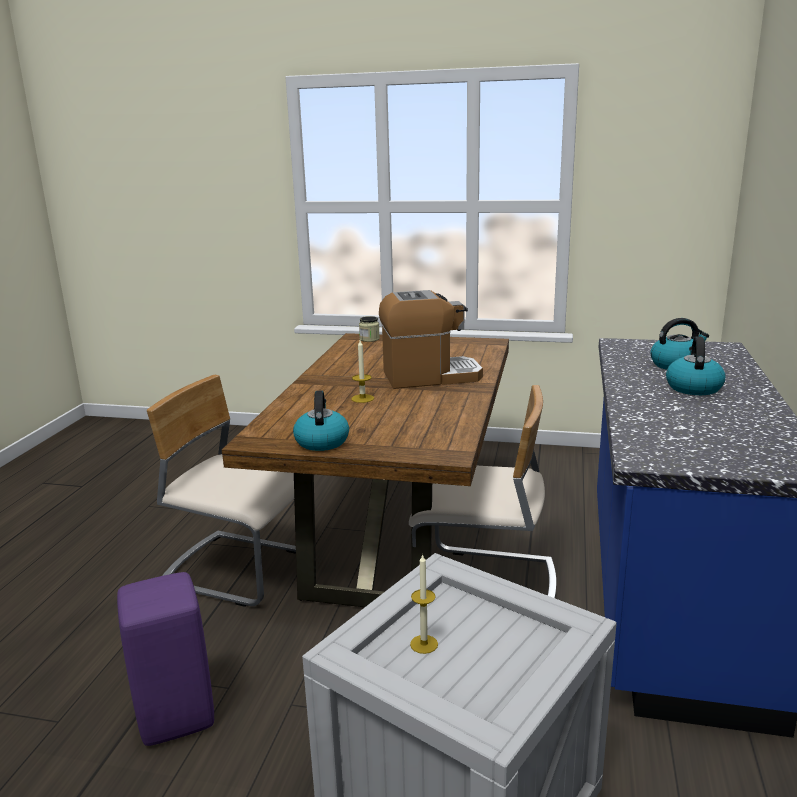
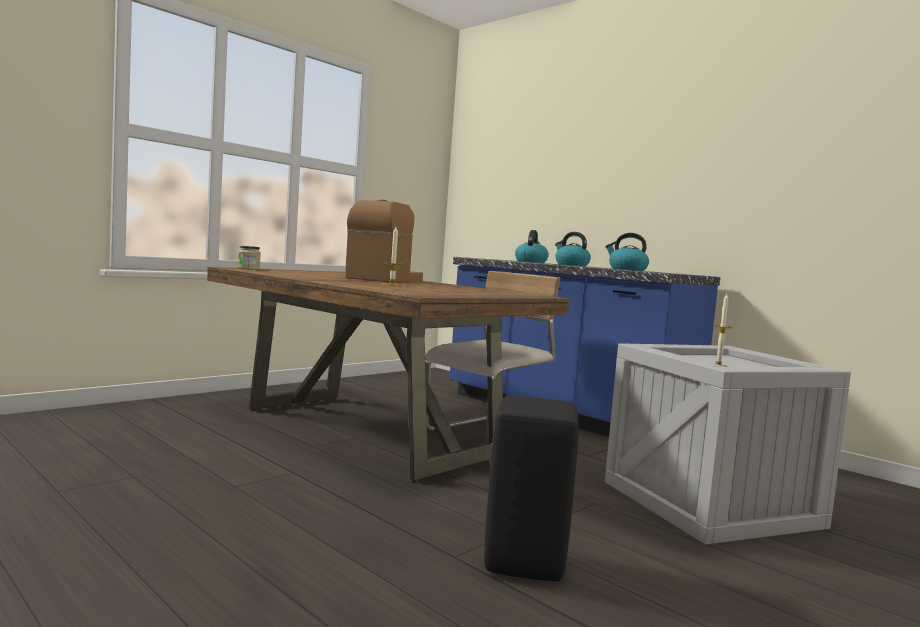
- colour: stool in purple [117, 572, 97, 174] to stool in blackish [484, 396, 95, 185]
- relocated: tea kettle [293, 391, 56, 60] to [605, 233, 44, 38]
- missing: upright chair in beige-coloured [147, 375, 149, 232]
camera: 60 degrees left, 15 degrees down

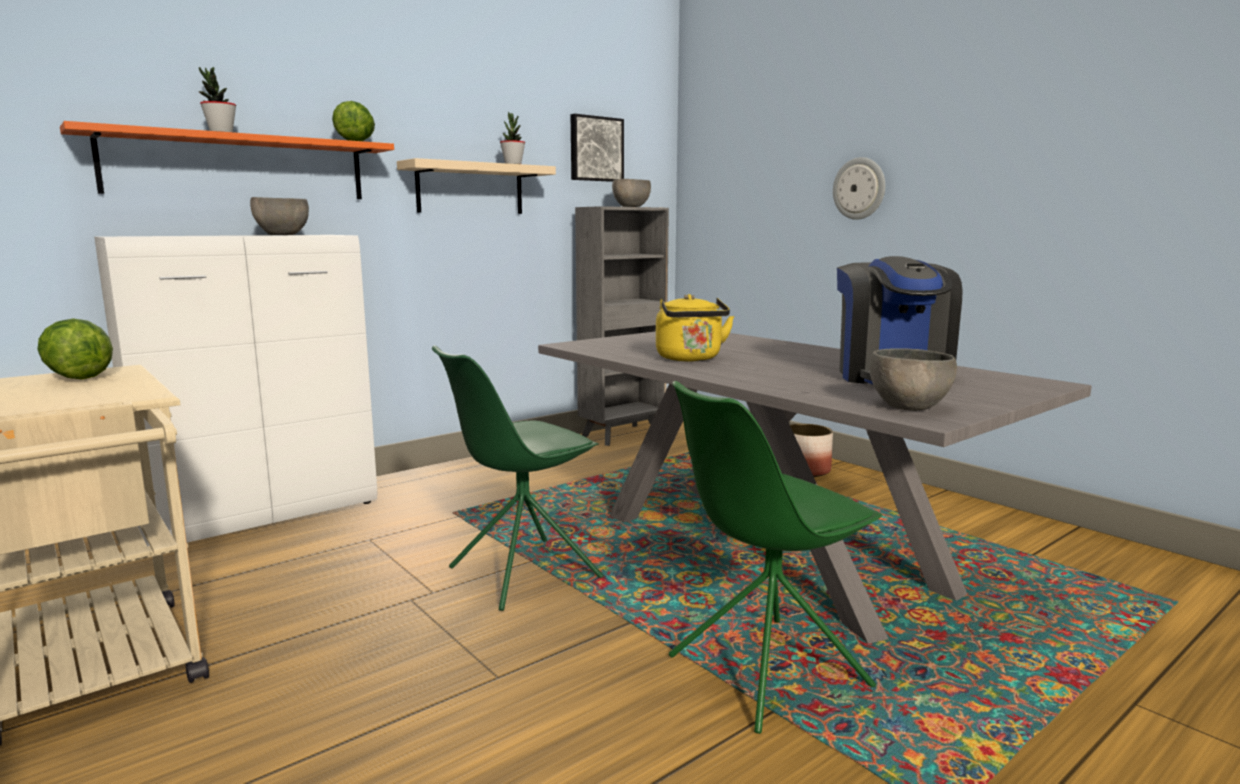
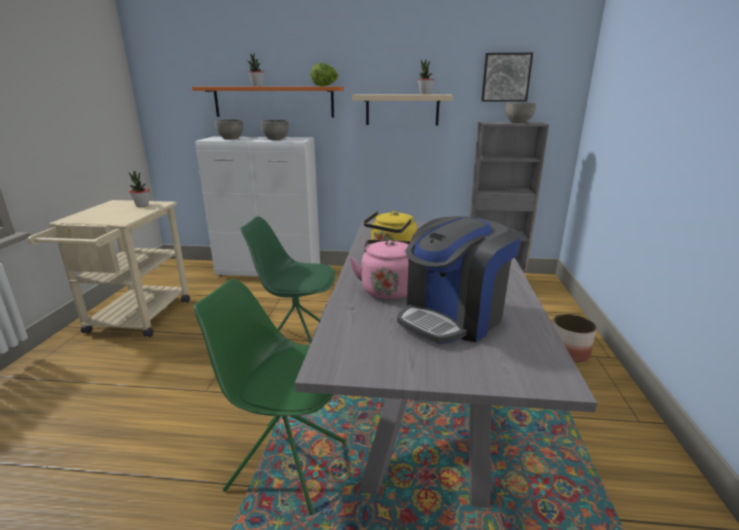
- exchanged: lettuce [37, 318, 76, 62] to plant in a pot [128, 171, 21, 36]
- relocated: serving bowl in grey [870, 349, 87, 62] to [215, 120, 28, 19]
- appeared: tea kettle in pink [349, 240, 62, 60]
- missing: hanging clock [833, 157, 52, 63]
camera: 45 degrees right, 10 degrees up

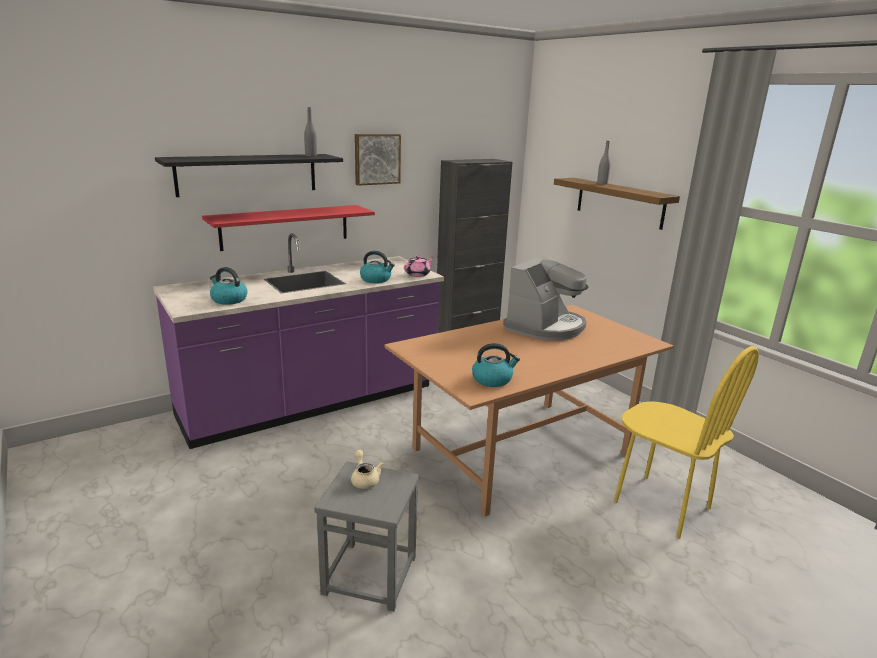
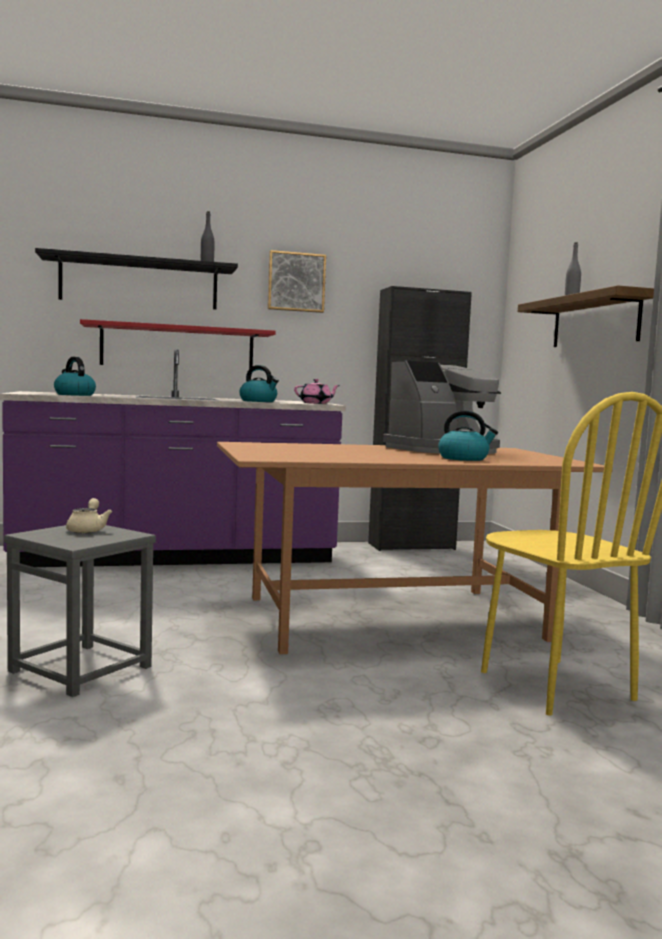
- relocated: tea kettle [472, 343, 48, 44] to [438, 410, 60, 51]
camera: 20 degrees right, 15 degrees down

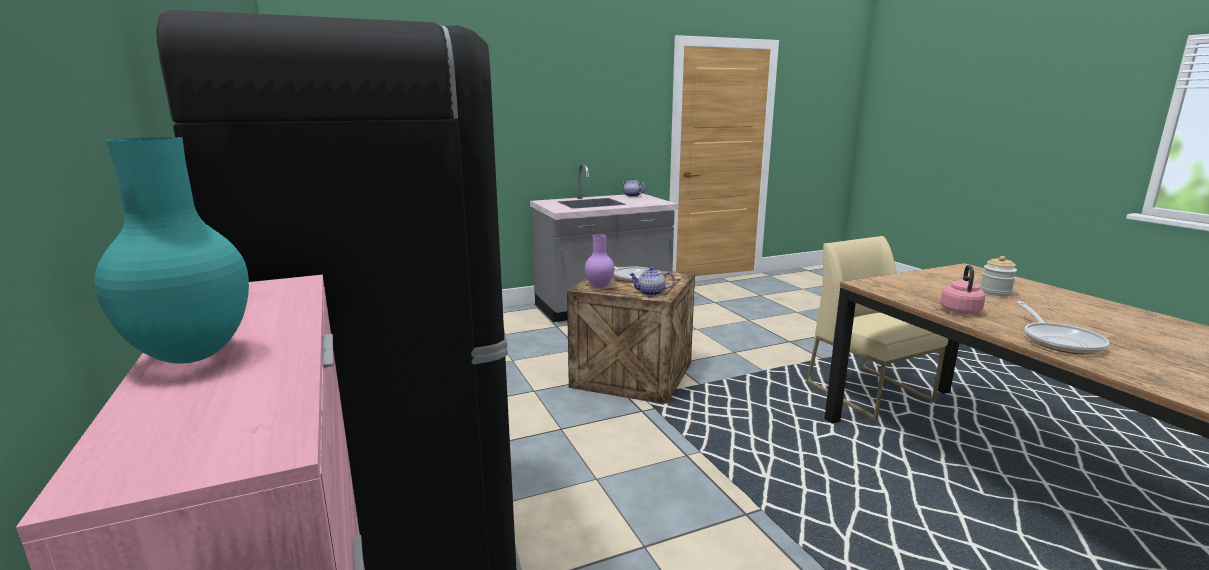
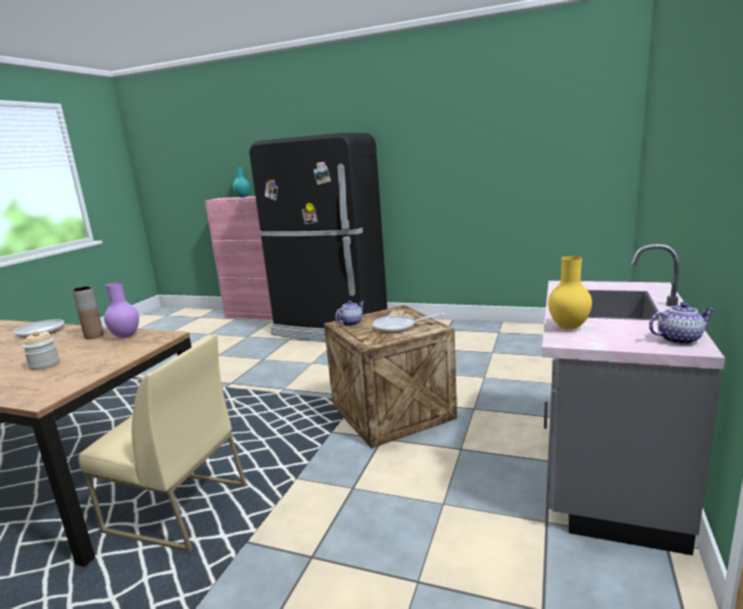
- exchanged: tea kettle in pink [940, 265, 45, 49] to decorative vase in brown [72, 286, 32, 53]
- relocated: decorative vase in purple [585, 234, 30, 54] to [104, 282, 35, 56]
- appeared: decorative vase in yellow [548, 256, 44, 74]
camera: 135 degrees right, 0 degrees up

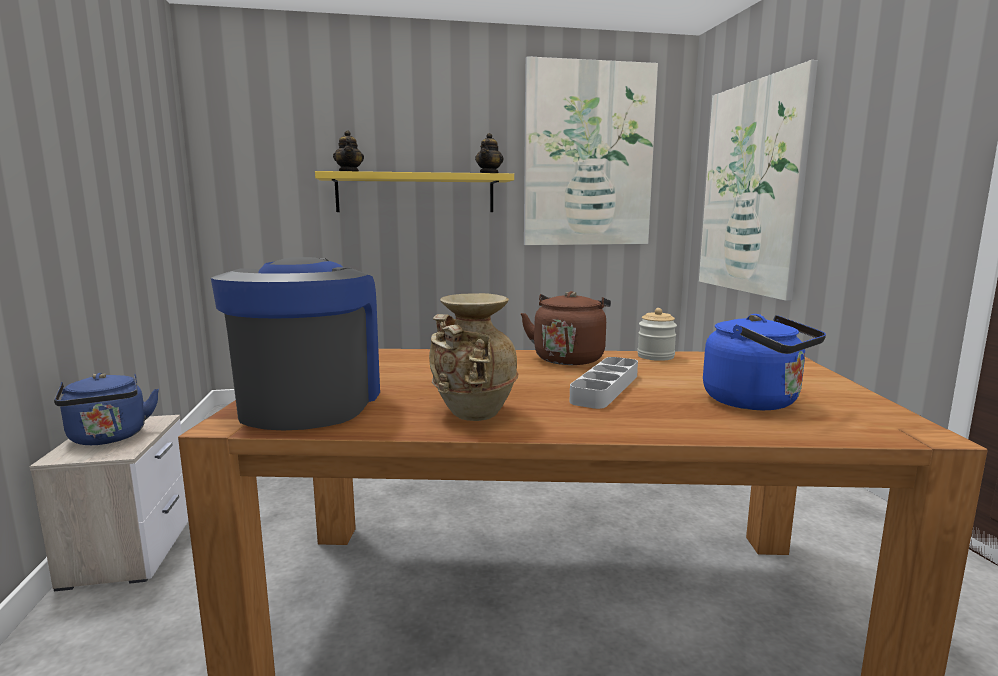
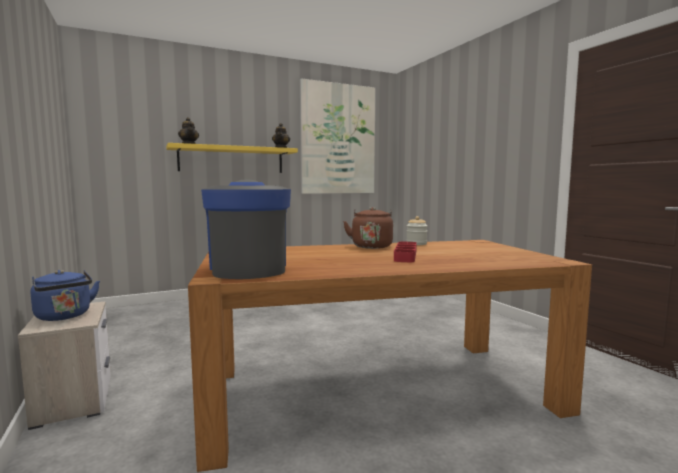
- colour: tray in grey [570, 357, 68, 52] to tray in reddish [394, 242, 23, 20]
- missing: decorative vase in beige-coloured [429, 293, 89, 128]
- missing: wall art [699, 60, 119, 241]
- missing: tea kettle in blue-coloured [703, 314, 123, 96]
camera: 15 degrees left, 5 degrees down

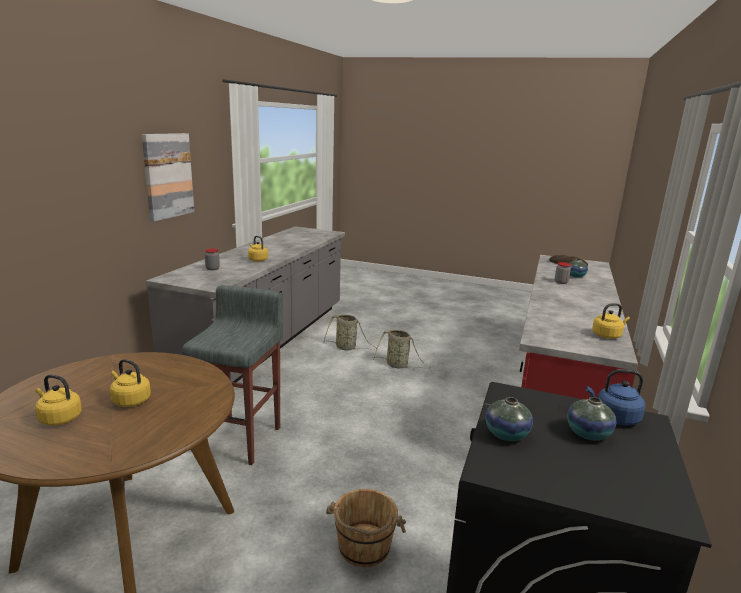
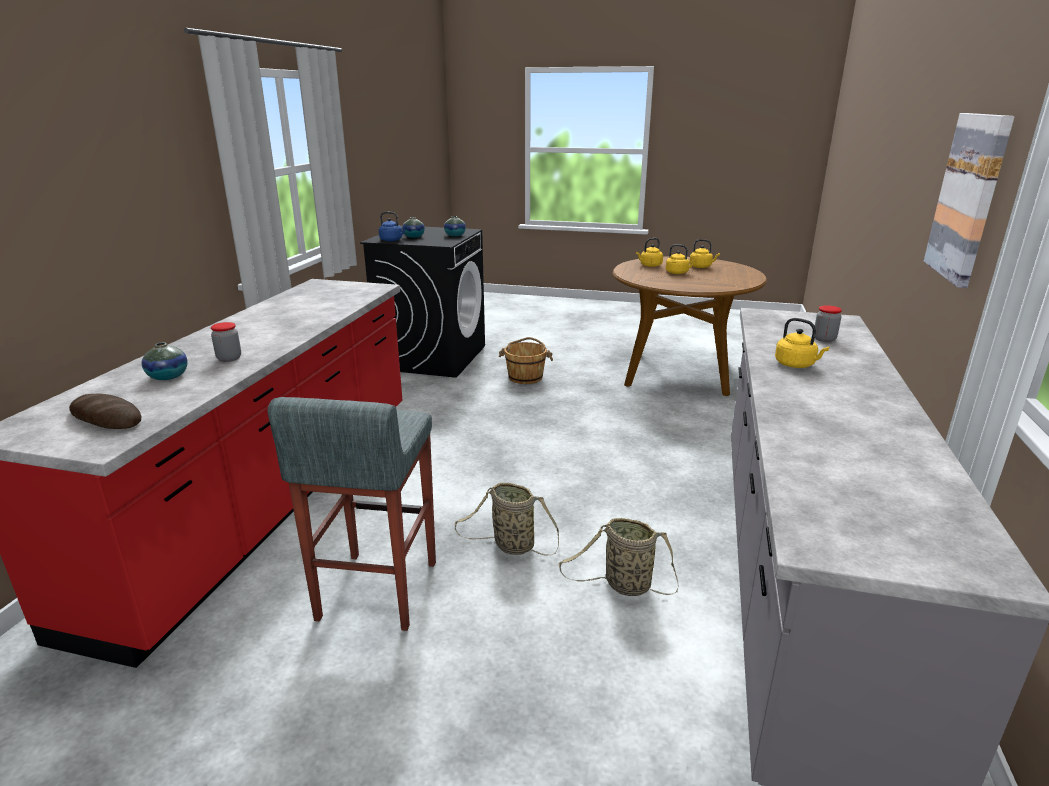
- relocated: stool in grey [182, 285, 101, 180] to [268, 397, 168, 234]
- relocated: tea kettle in yellow [592, 303, 38, 36] to [636, 238, 27, 29]
camera: 175 degrees right, 5 degrees up

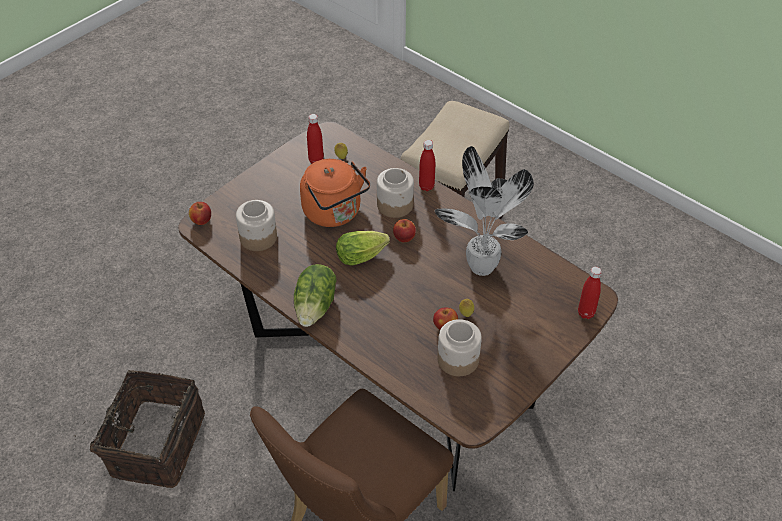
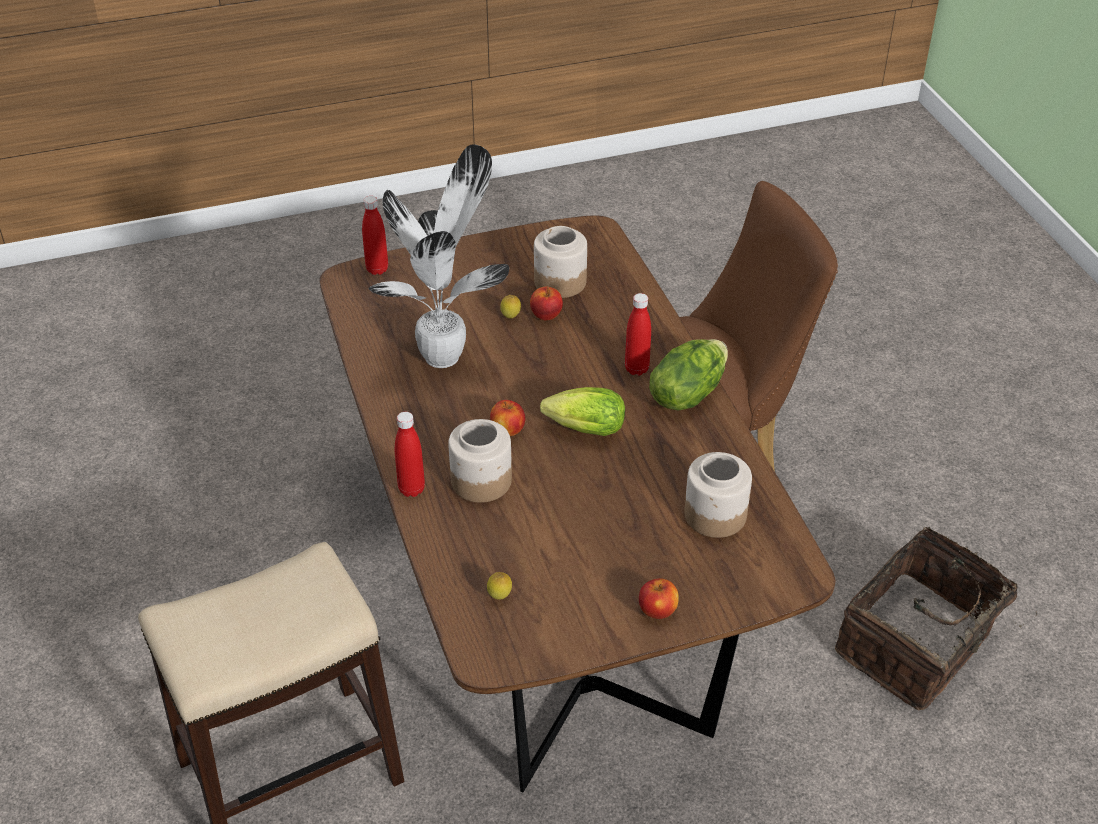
- relocated: bottle in reddish [307, 114, 17, 50] to [625, 293, 26, 83]
- relocated: apple [189, 202, 22, 23] to [639, 578, 40, 41]
- missing: tea kettle in orange [300, 159, 70, 68]
camera: 150 degrees left, 5 degrees down

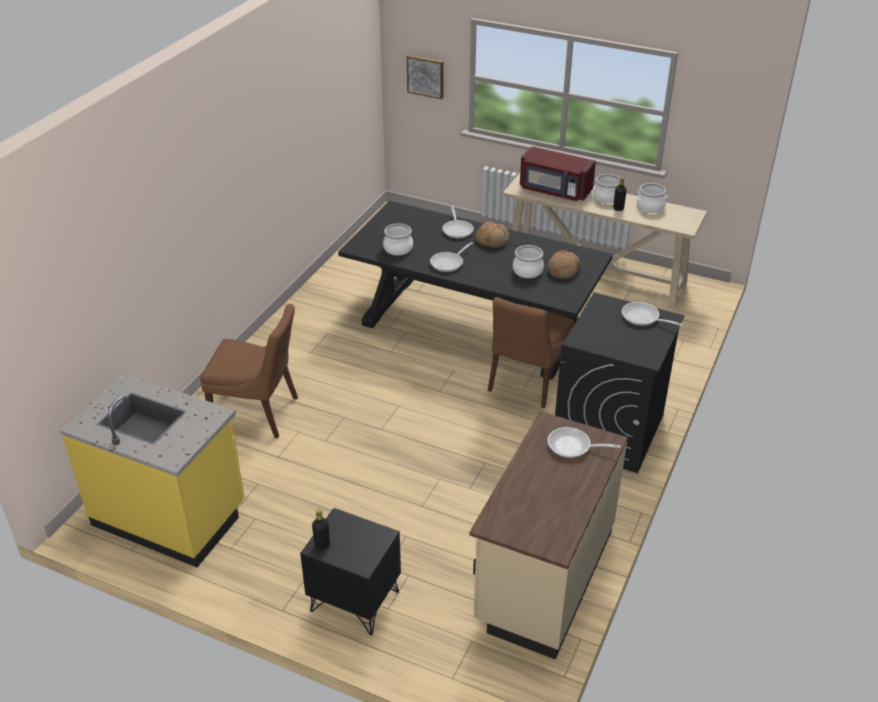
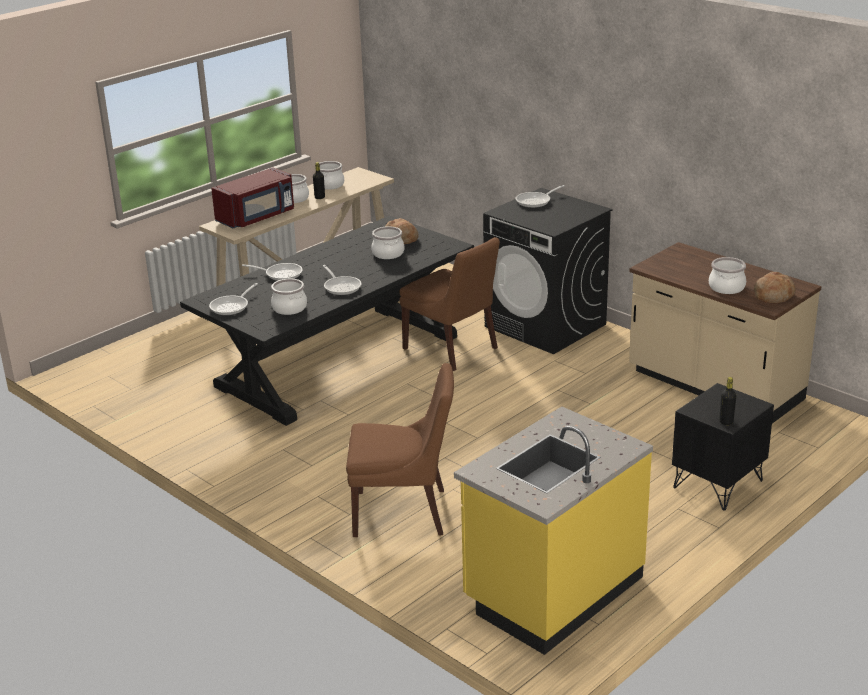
- relocated: pan [548, 427, 72, 31] to [209, 283, 49, 32]
- spun: upright chair in brown [200, 304, 98, 134] = [346, 363, 108, 174] 60 degrees clockwise
- appeared: stockpot [709, 257, 37, 37]
- relocated: bakery bread [475, 221, 35, 27] to [754, 272, 42, 32]
- missing: wall art [407, 55, 37, 44]
camera: 70 degrees left, 10 degrees down

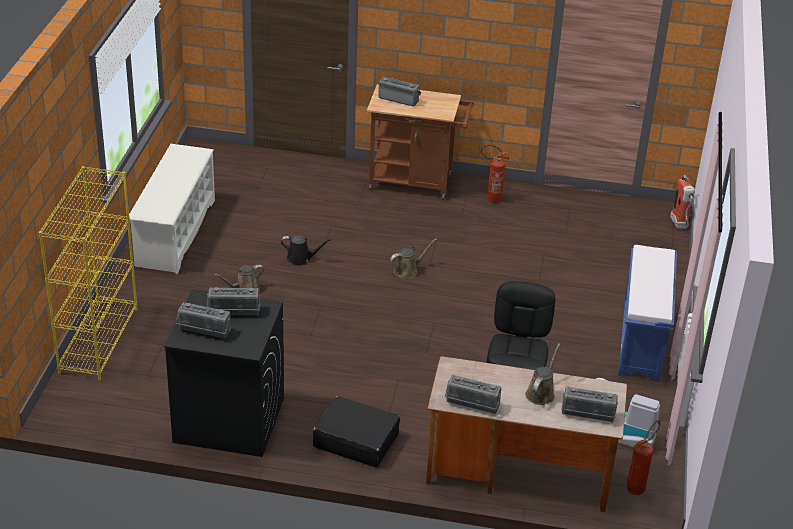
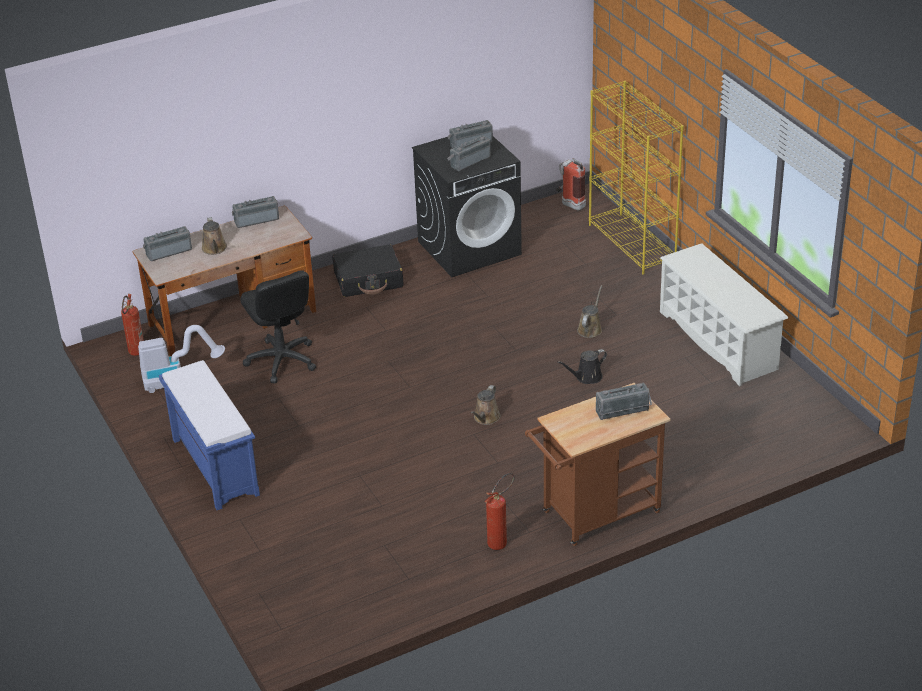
- relocated: fire extinguisher [670, 175, 25, 54] to [556, 158, 30, 53]
camera: 145 degrees right, 0 degrees up

